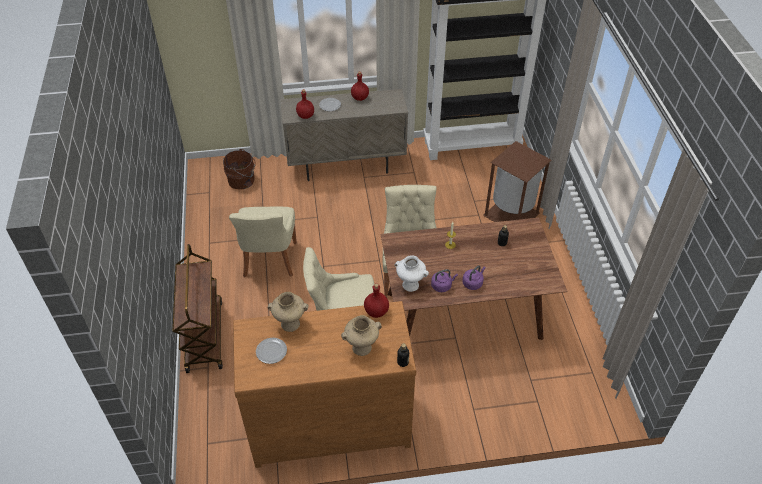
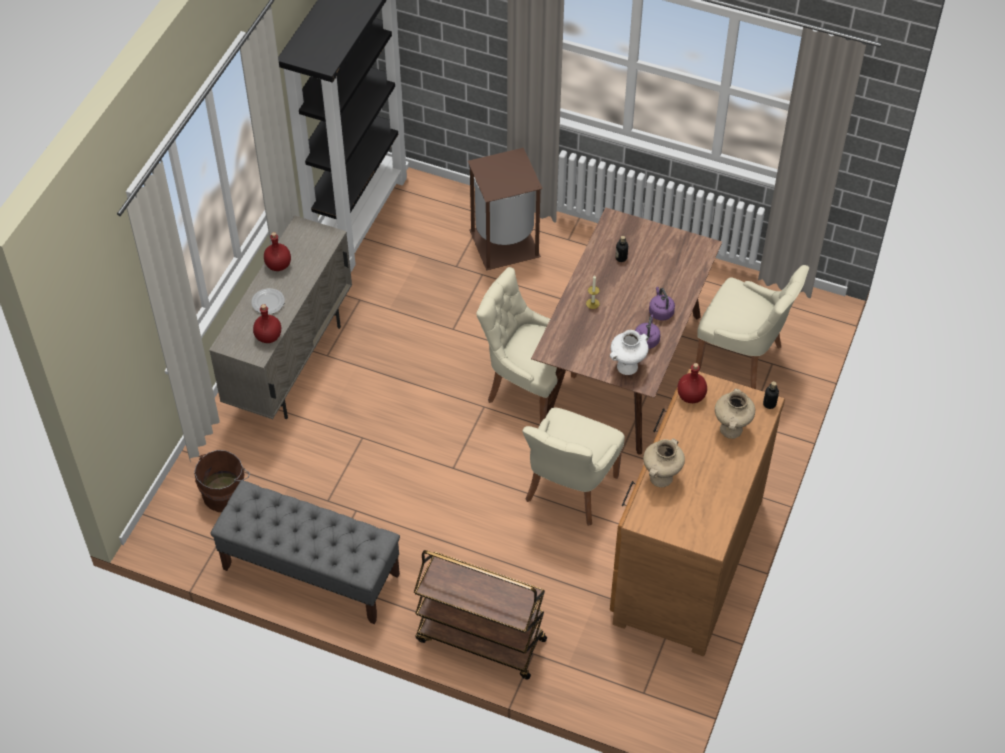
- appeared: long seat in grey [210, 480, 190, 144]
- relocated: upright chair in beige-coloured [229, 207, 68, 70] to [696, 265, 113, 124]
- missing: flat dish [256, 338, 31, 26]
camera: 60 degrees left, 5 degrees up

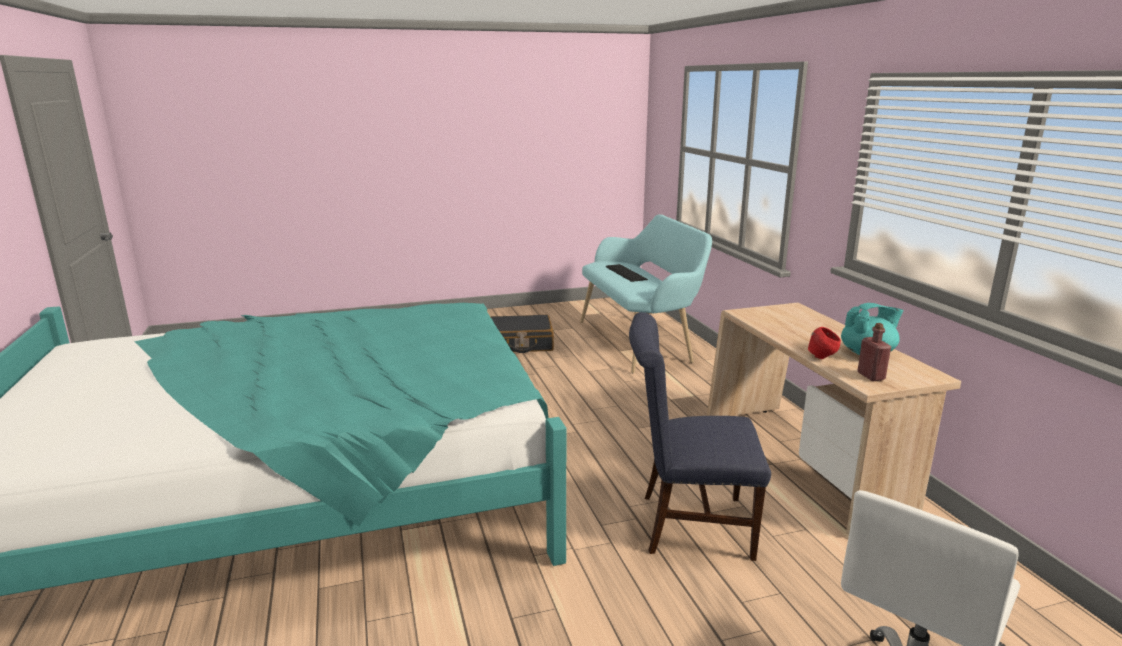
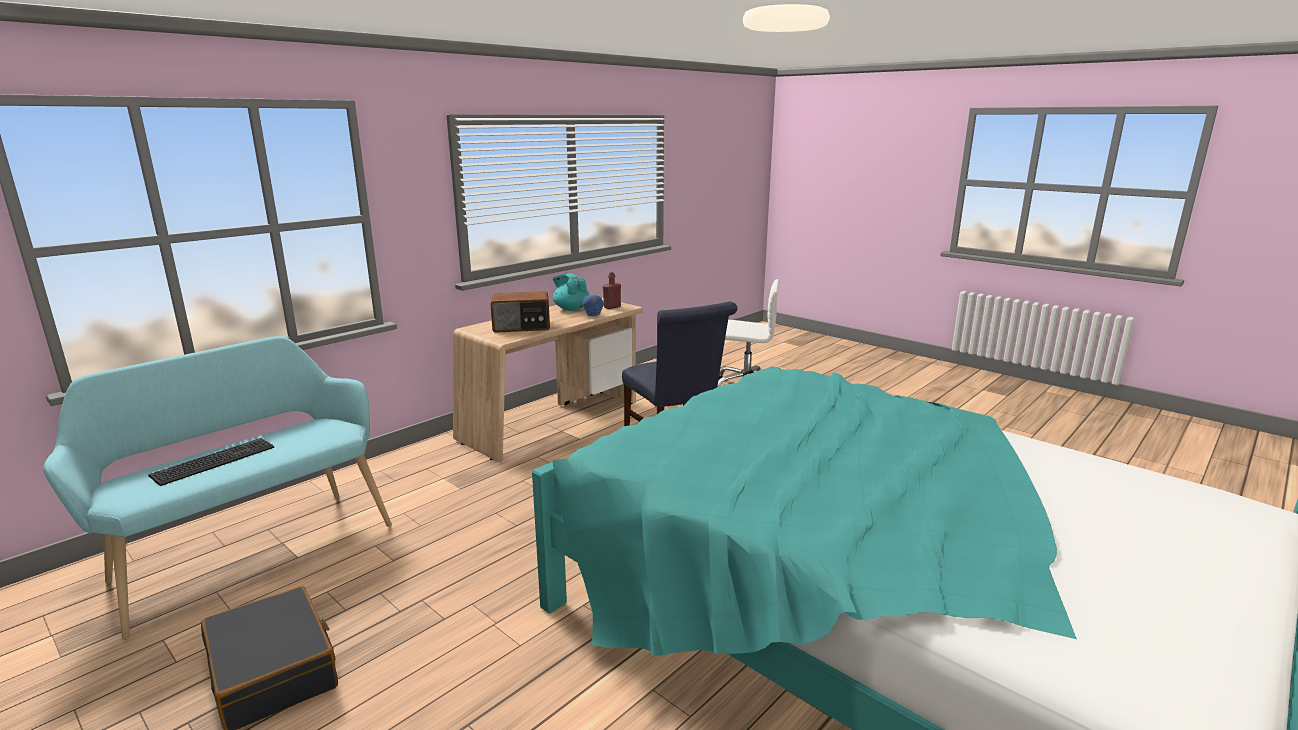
- appeared: radio receiver [490, 292, 60, 41]
- colour: serving bowl in reddish [808, 327, 33, 32] to serving bowl in blue-coloured [583, 295, 20, 21]
camera: 120 degrees left, 0 degrees up

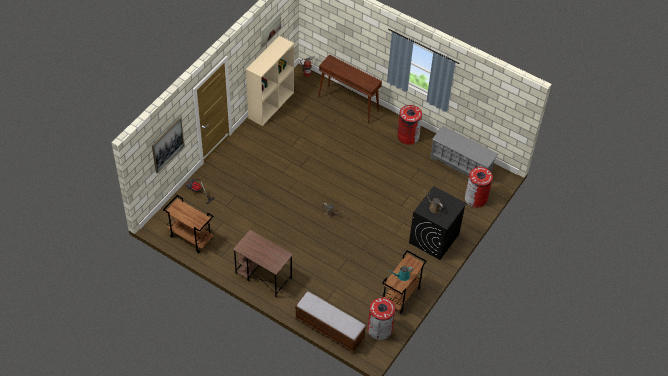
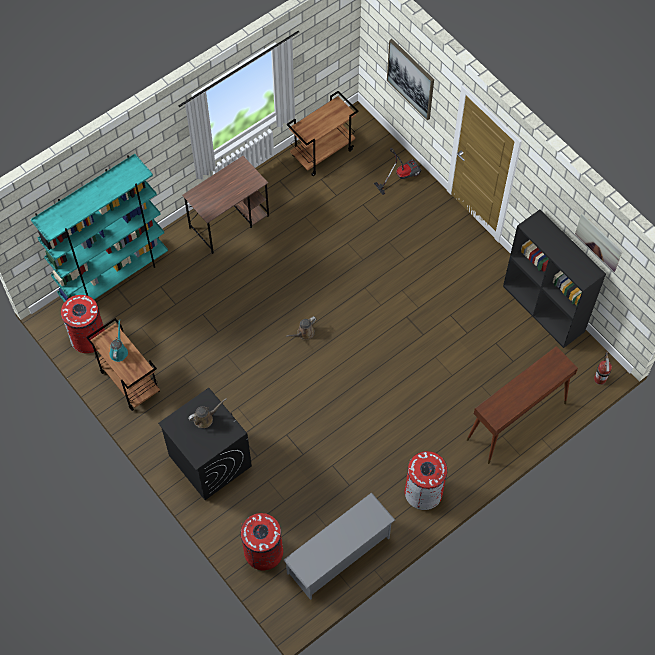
- exchanged: long seat [295, 292, 71, 61] to bookshelf in blue-green [31, 154, 137, 148]
- colour: bookshelf in beige-coloured [246, 36, 48, 90] to bookshelf in blackish [503, 210, 103, 138]
camera: 110 degrees right, 10 degrees up

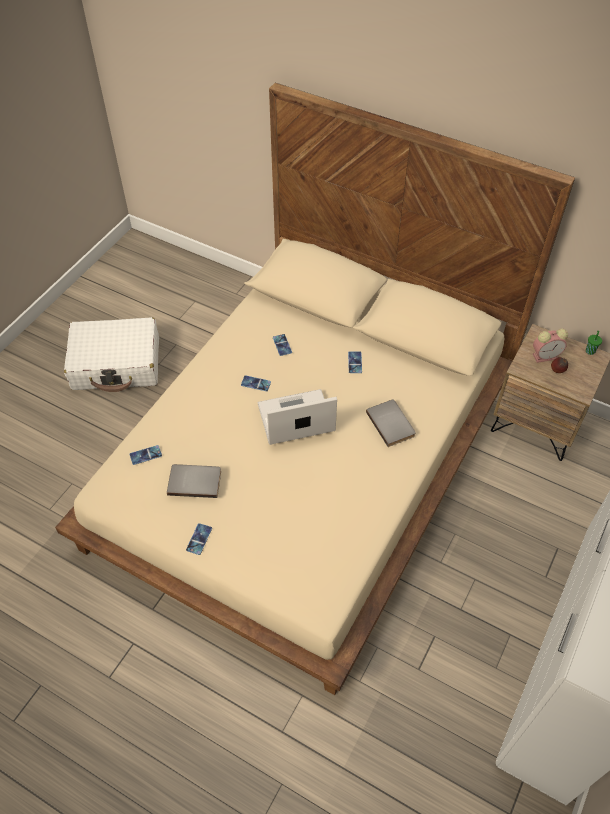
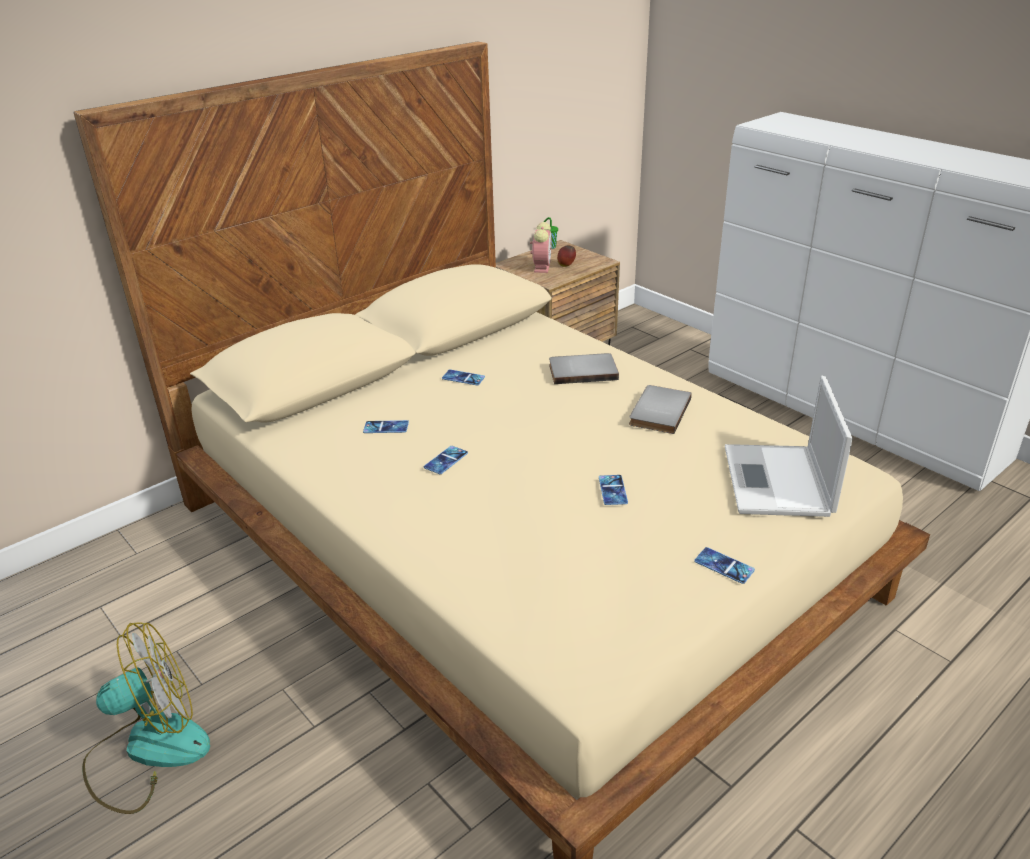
- exchanged: travel case in white-coloured [64, 317, 95, 75] to electric fan [82, 622, 128, 192]
- relocated: handset [129, 445, 33, 20] to [599, 475, 29, 30]
- relocated: bound book in grey [167, 464, 54, 34] to [629, 385, 63, 49]
- relocated: notebook computer [258, 389, 79, 56] to [725, 376, 128, 141]
camera: 70 degrees left, 20 degrees down

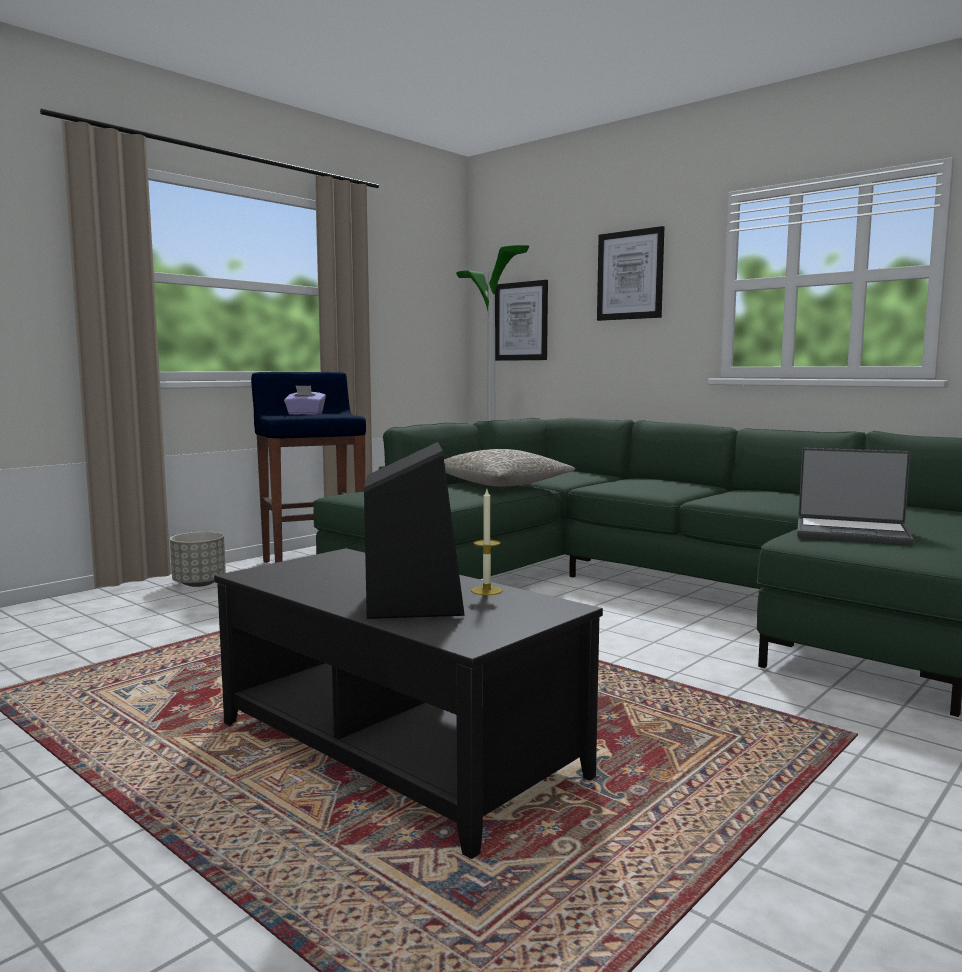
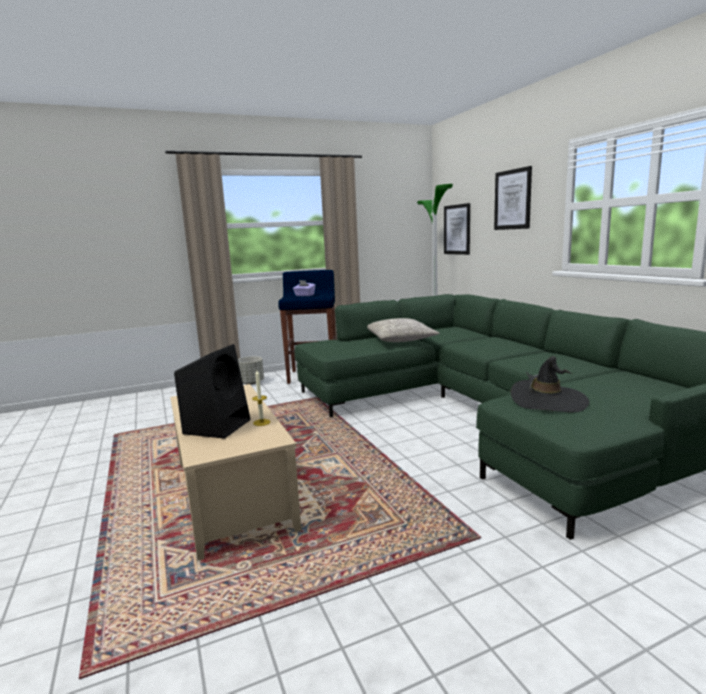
- colour: coffee table in blackish [214, 548, 389, 311] to coffee table in beige-coloured [170, 384, 131, 177]
- exchanged: notebook computer [797, 448, 117, 97] to wearable hat in blackish [510, 356, 79, 56]
camera: 25 degrees right, 5 degrees up

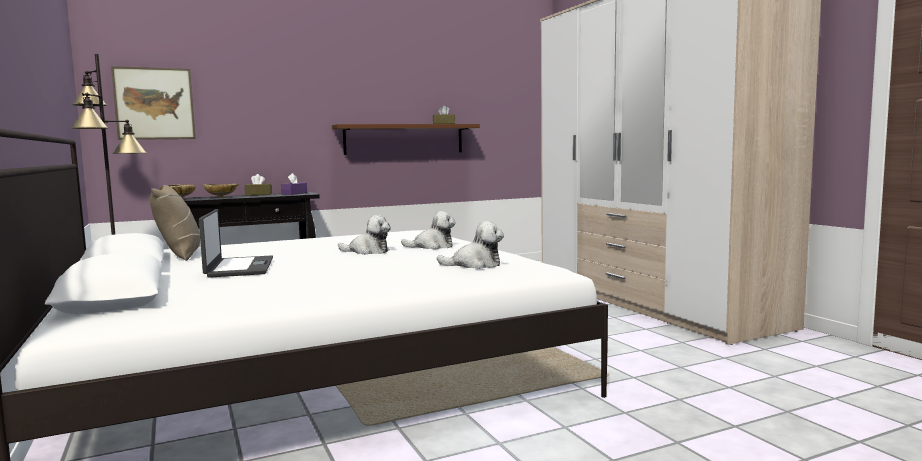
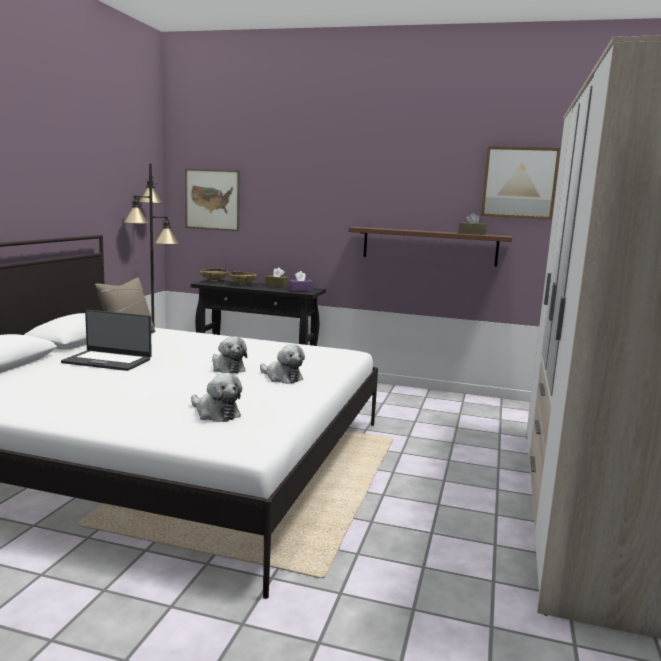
- spun: notebook computer [199, 209, 74, 69] = [61, 310, 91, 61] 75 degrees clockwise
- appeared: wall art [481, 146, 79, 74]
camera: 40 degrees right, 5 degrees up

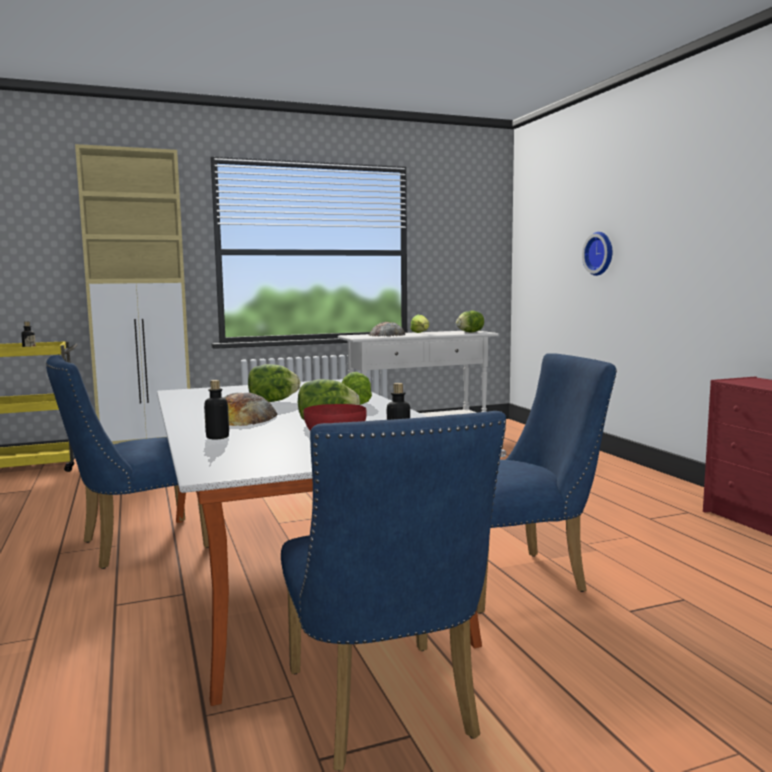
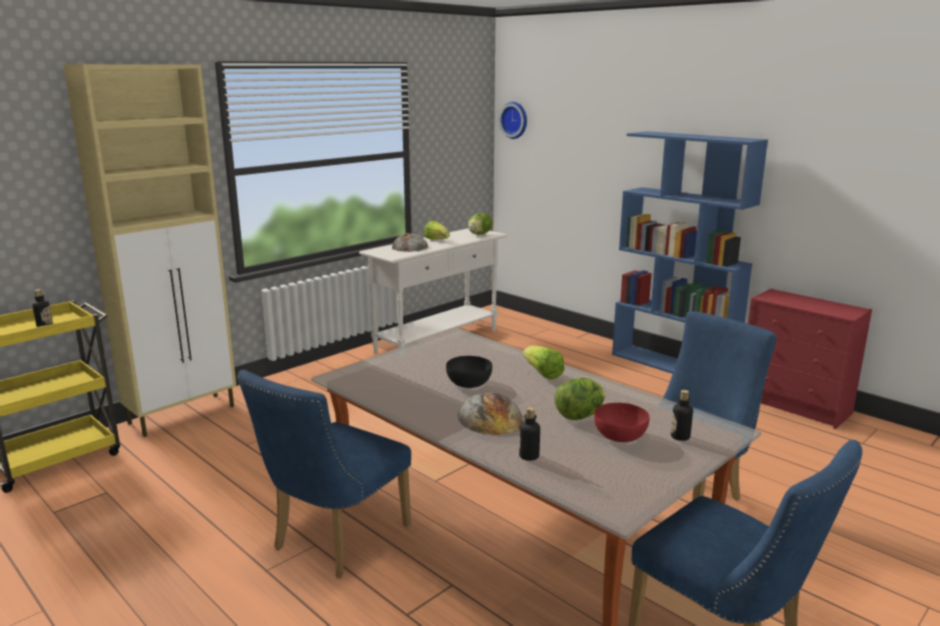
- exchanged: lettuce [248, 364, 52, 38] to serving bowl in blackish [446, 356, 46, 32]
- relocated: hanging clock [582, 232, 30, 44] to [499, 102, 28, 37]
- appeared: bookshelf in blue-coloured [612, 131, 156, 243]
camera: 25 degrees left, 10 degrees up

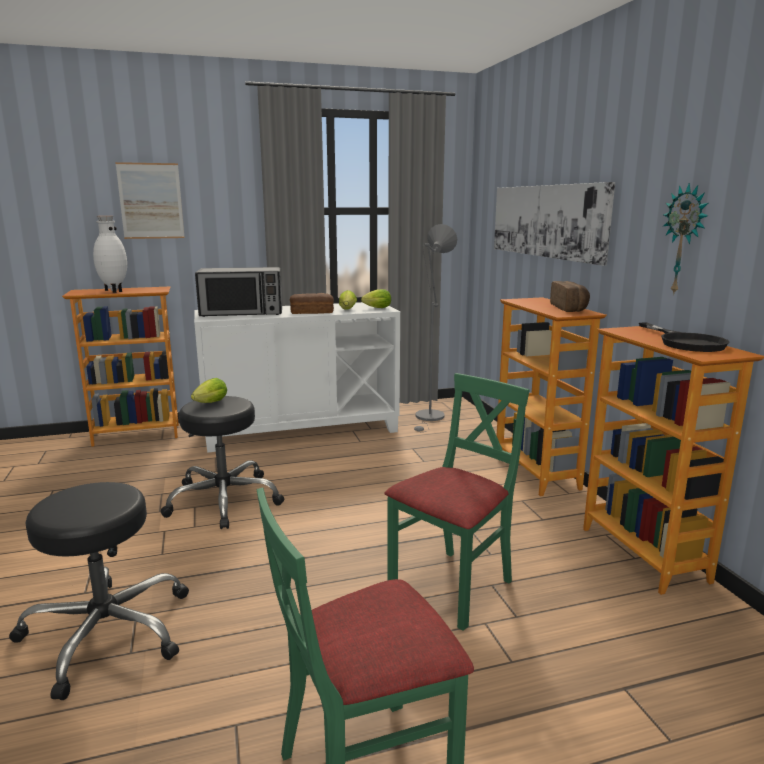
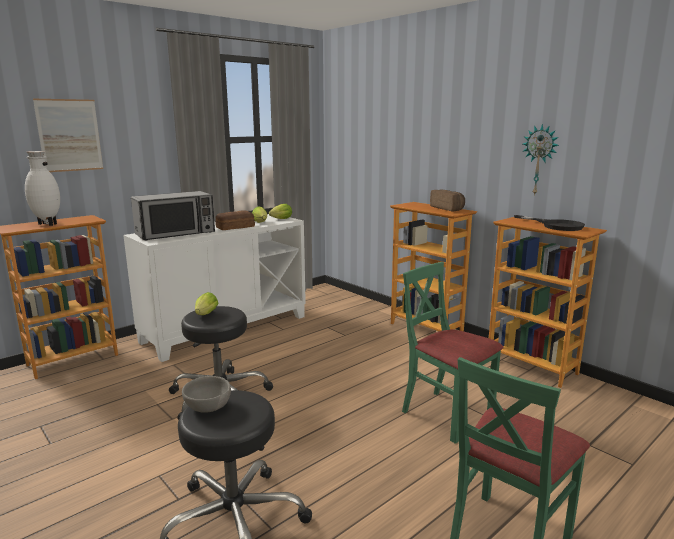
- appeared: serving bowl in grey [182, 376, 49, 37]
- spun: upright chair in green [384, 373, 146, 258] = [402, 262, 102, 182] 60 degrees counterclockwise
- missing: floor lamp in grey [414, 224, 43, 209]
- missing: wall art [494, 182, 121, 84]
camera: 25 degrees left, 0 degrees up

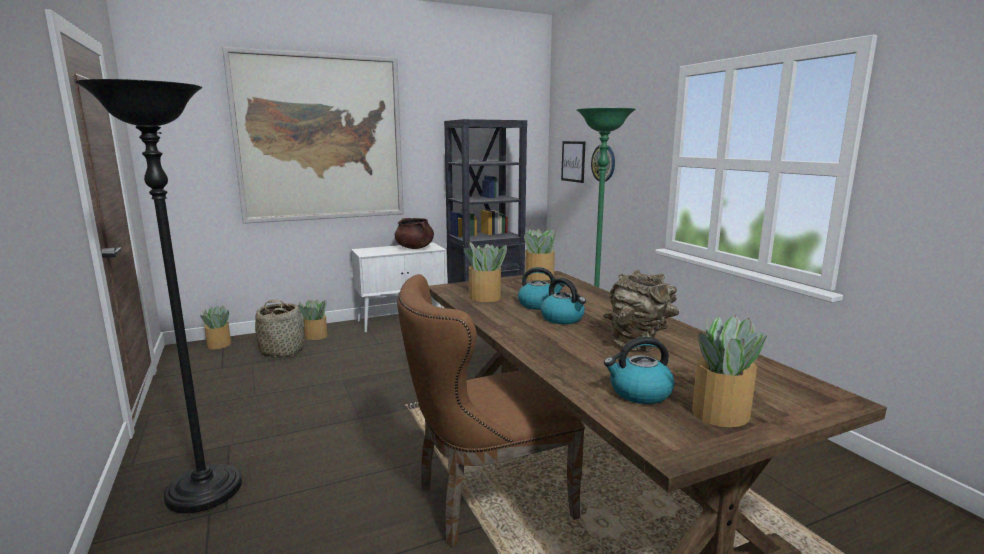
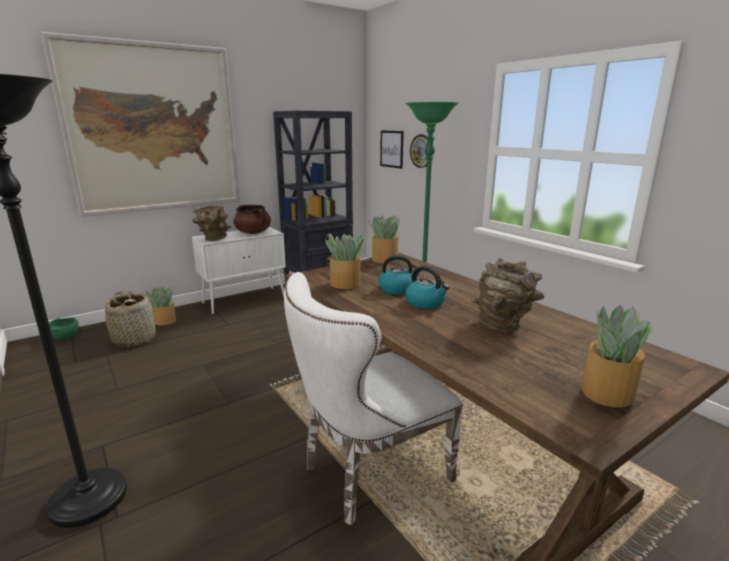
- exchanged: plant in a pot [200, 306, 31, 43] to serving bowl in green [49, 317, 30, 23]
- appeared: decorative vase in brown [192, 205, 39, 36]
- colour: upright chair in brown [397, 274, 188, 273] to upright chair in white-coloured [284, 272, 179, 253]
- missing: tea kettle [604, 337, 71, 67]
camera: 10 degrees left, 5 degrees up

